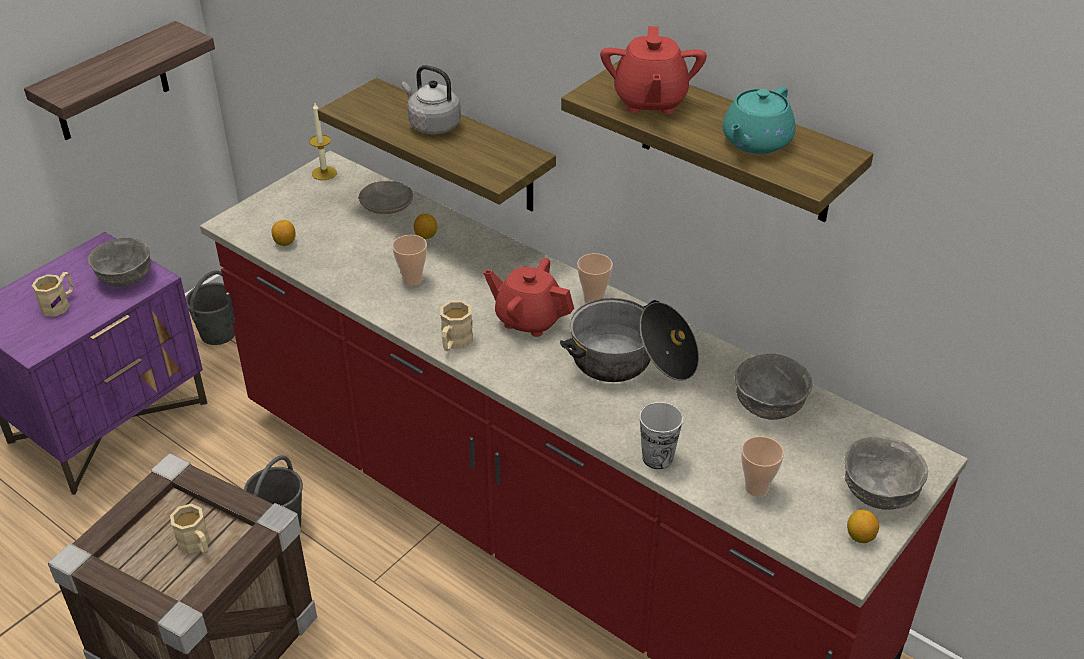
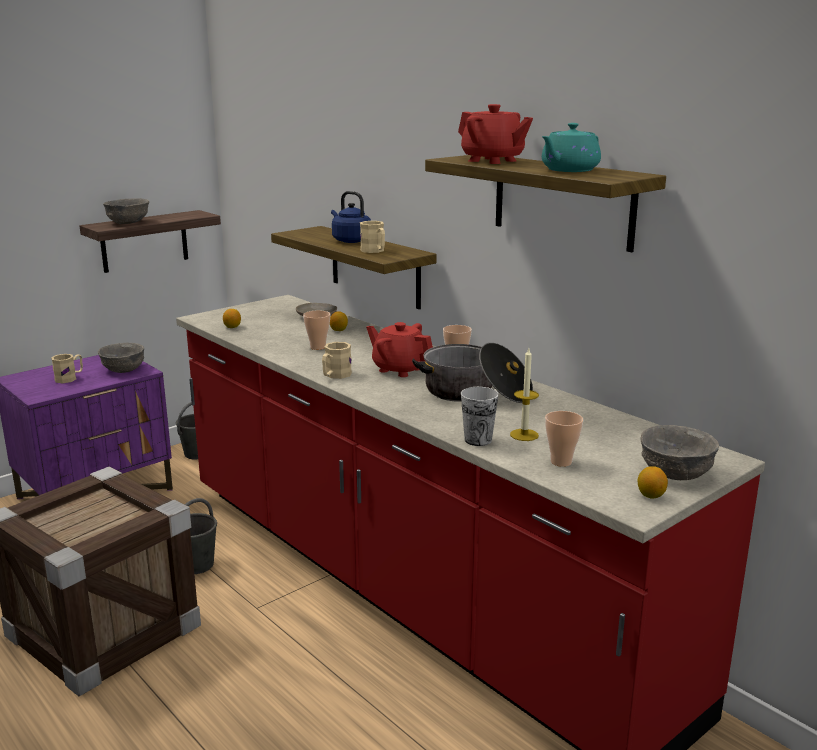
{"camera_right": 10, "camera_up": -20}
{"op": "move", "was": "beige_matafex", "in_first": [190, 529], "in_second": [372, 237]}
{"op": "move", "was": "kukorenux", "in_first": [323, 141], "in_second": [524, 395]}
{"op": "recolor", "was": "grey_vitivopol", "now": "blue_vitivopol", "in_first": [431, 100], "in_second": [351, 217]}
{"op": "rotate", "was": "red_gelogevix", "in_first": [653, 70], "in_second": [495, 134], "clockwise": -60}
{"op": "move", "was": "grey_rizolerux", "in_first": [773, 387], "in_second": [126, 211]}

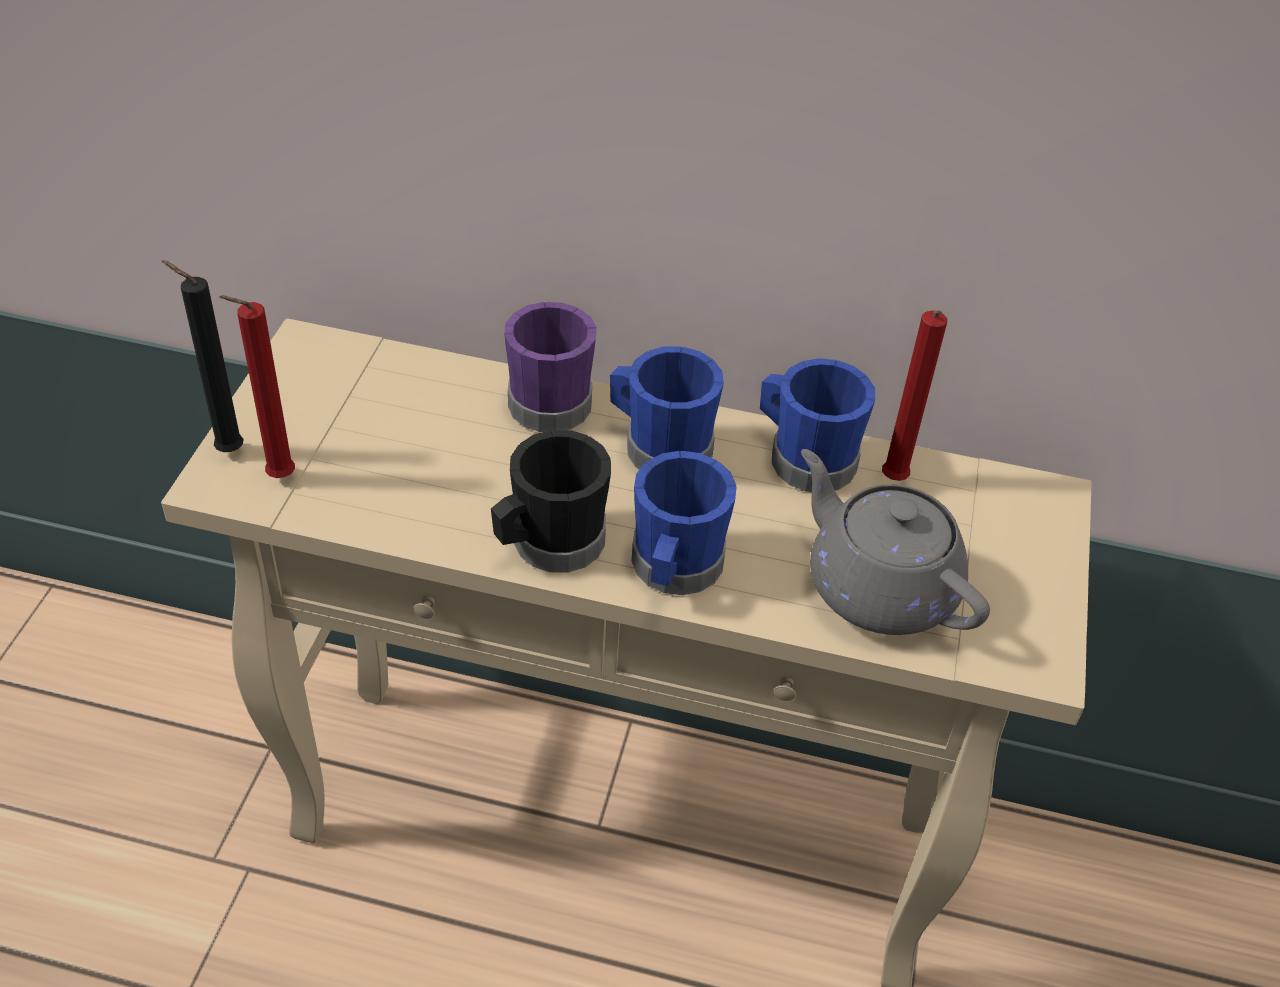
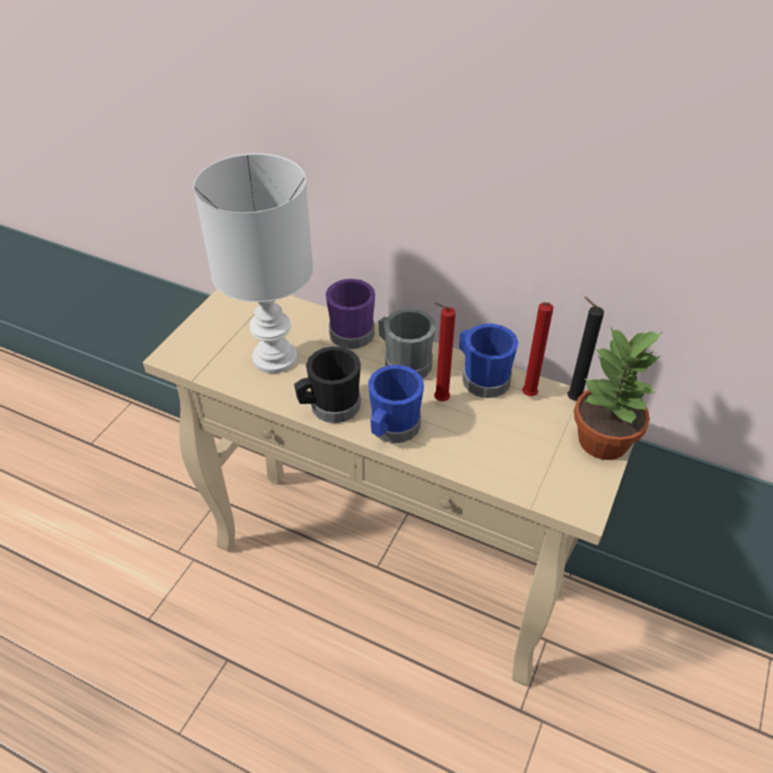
{"camera_right": 15, "camera_up": 0}
{"op": "move", "was": "black_kukorenux", "in_first": [203, 356], "in_second": [585, 349]}
{"op": "move", "was": "red_kukorenux", "in_first": [257, 386], "in_second": [445, 352]}
{"op": "recolor", "was": "blue_matafex", "now": "grey_matafex", "in_first": [667, 408], "in_second": [407, 343]}
{"op": "delete", "was": "grey_gelogevix", "in_first": [895, 542]}
{"op": "insert", "now": "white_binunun", "in_second": [253, 263]}
{"op": "insert", "now": "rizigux", "in_second": [618, 393]}

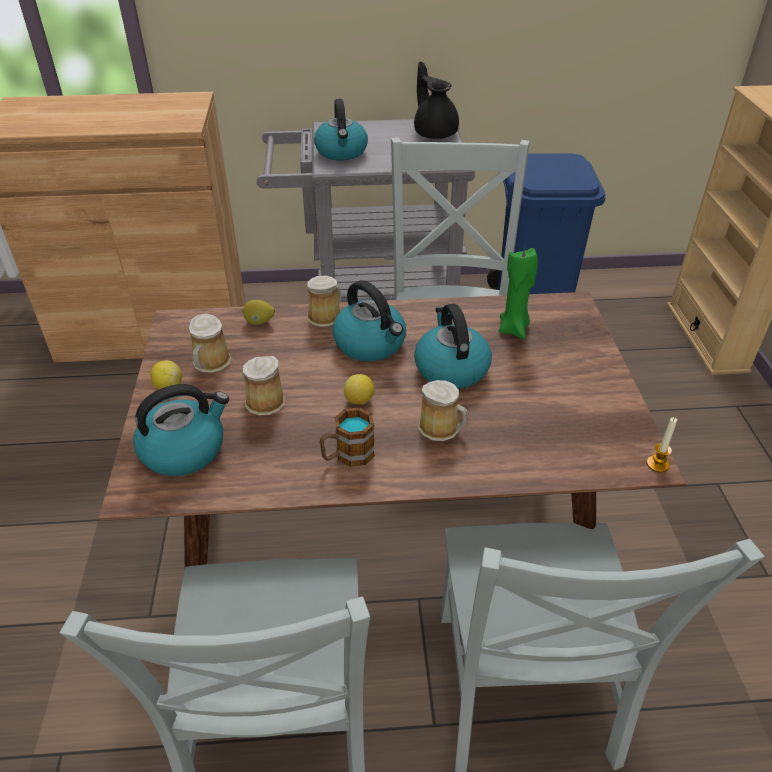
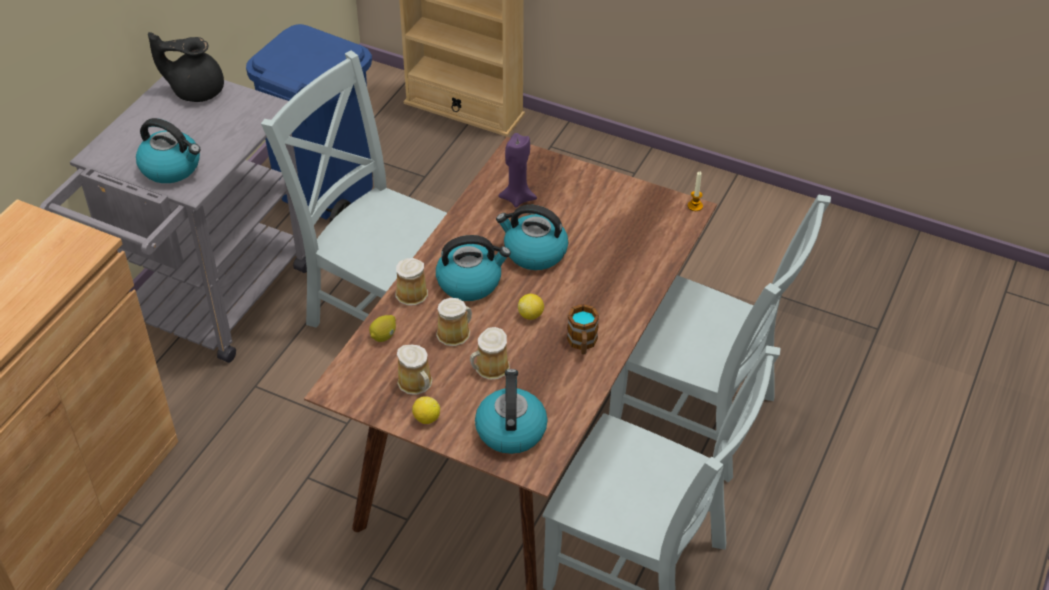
{"camera_right": -60, "camera_up": 5}
{"op": "move", "was": "matafex", "in_first": [443, 410], "in_second": [454, 322]}
{"op": "recolor", "was": "green_kukorenux", "now": "purple_kukorenux", "in_first": [518, 294], "in_second": [517, 170]}

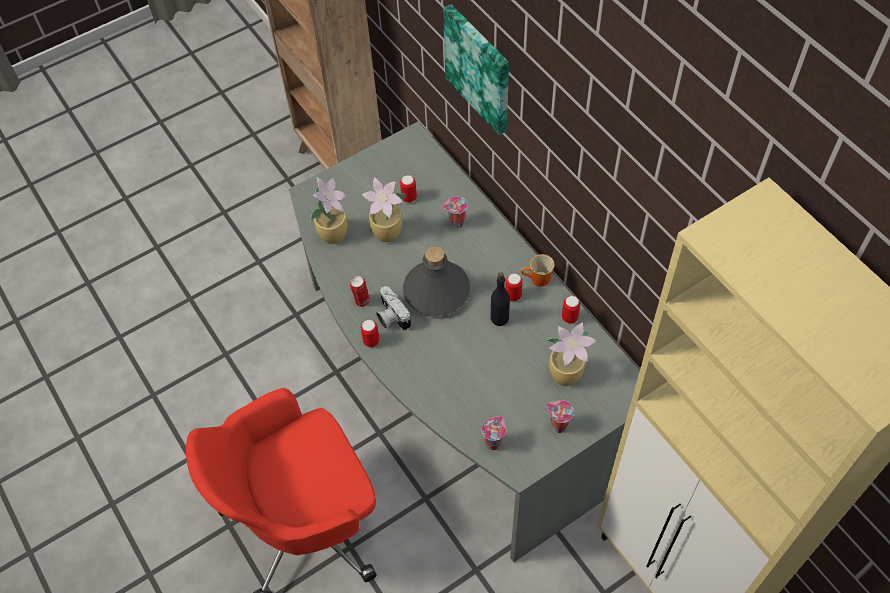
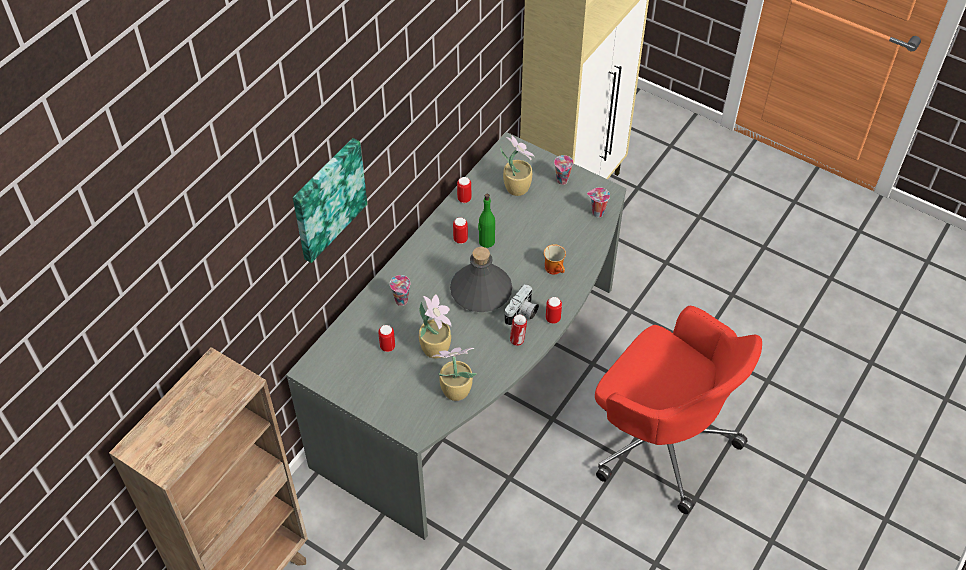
{"camera_right": -115, "camera_up": -5}
{"op": "recolor", "was": "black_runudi", "now": "green_runudi", "in_first": [500, 299], "in_second": [486, 221]}
{"op": "move", "was": "matafex", "in_first": [538, 270], "in_second": [555, 259]}

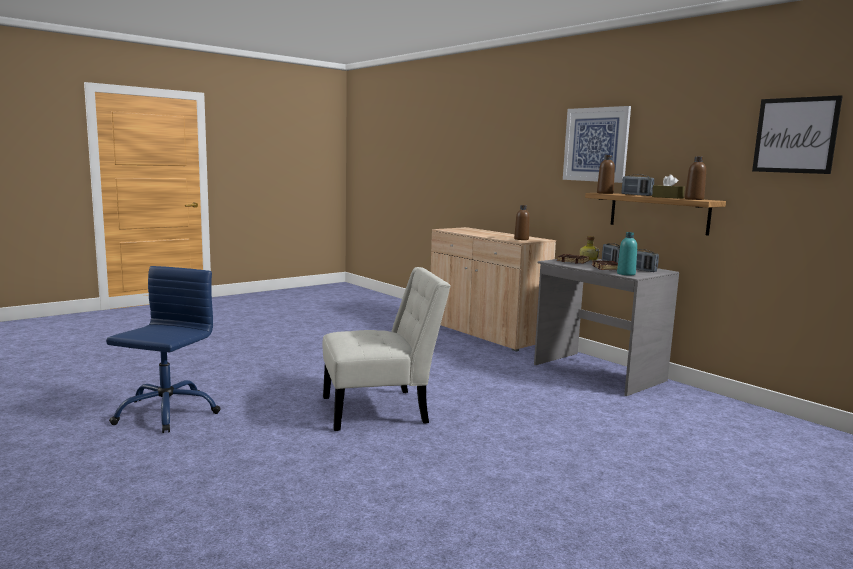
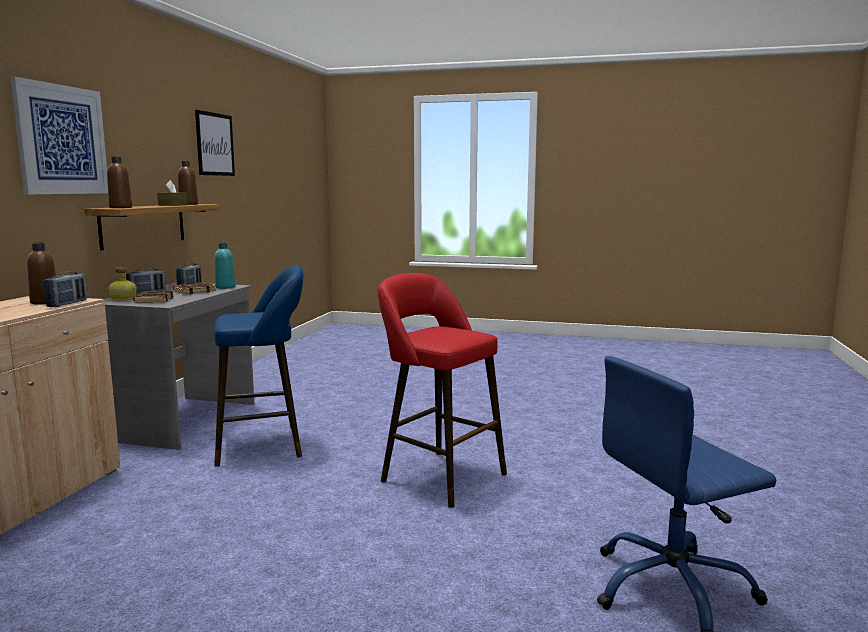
{"camera_right": -125, "camera_up": 0}
{"op": "replace", "was": "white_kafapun", "now": "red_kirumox", "in_first": [387, 349], "in_second": [442, 390]}
{"op": "move", "was": "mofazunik", "in_first": [638, 185], "in_second": [65, 289]}
{"op": "insert", "now": "blue_kirumox", "in_second": [258, 366]}

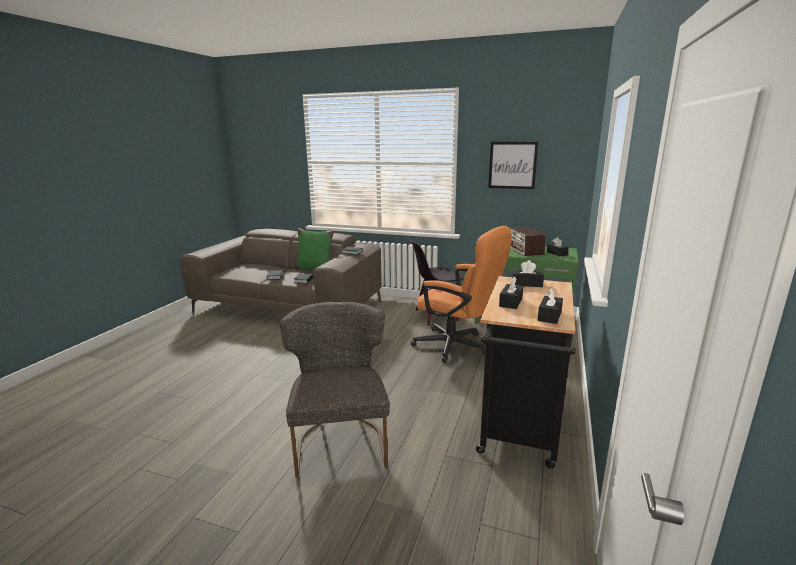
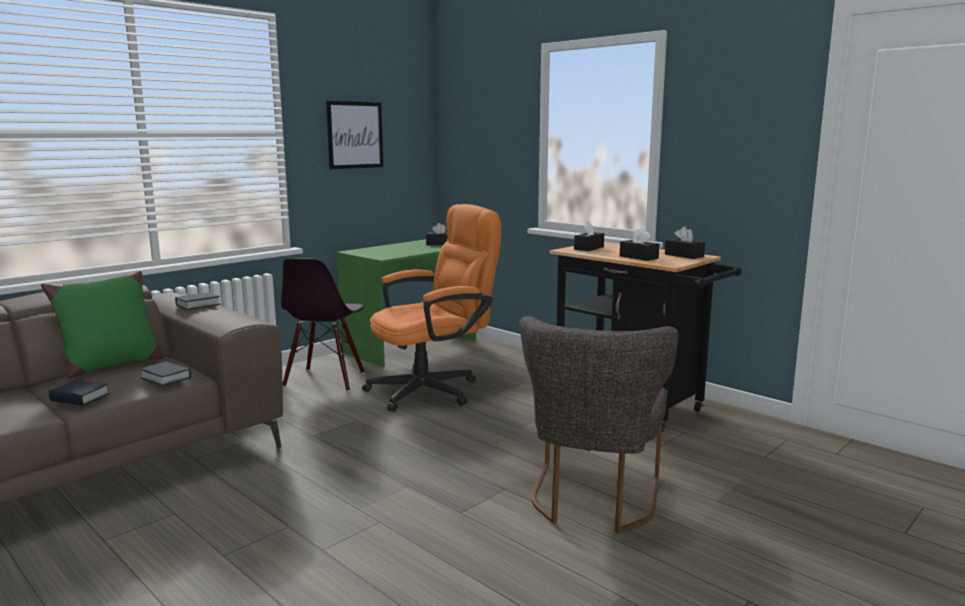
{"camera_right": -65, "camera_up": -5}
{"op": "rotate", "was": "grey_kafapun", "in_first": [335, 389], "in_second": [599, 424], "clockwise": -90}
{"op": "delete", "was": "mofazunik", "in_first": [527, 241]}

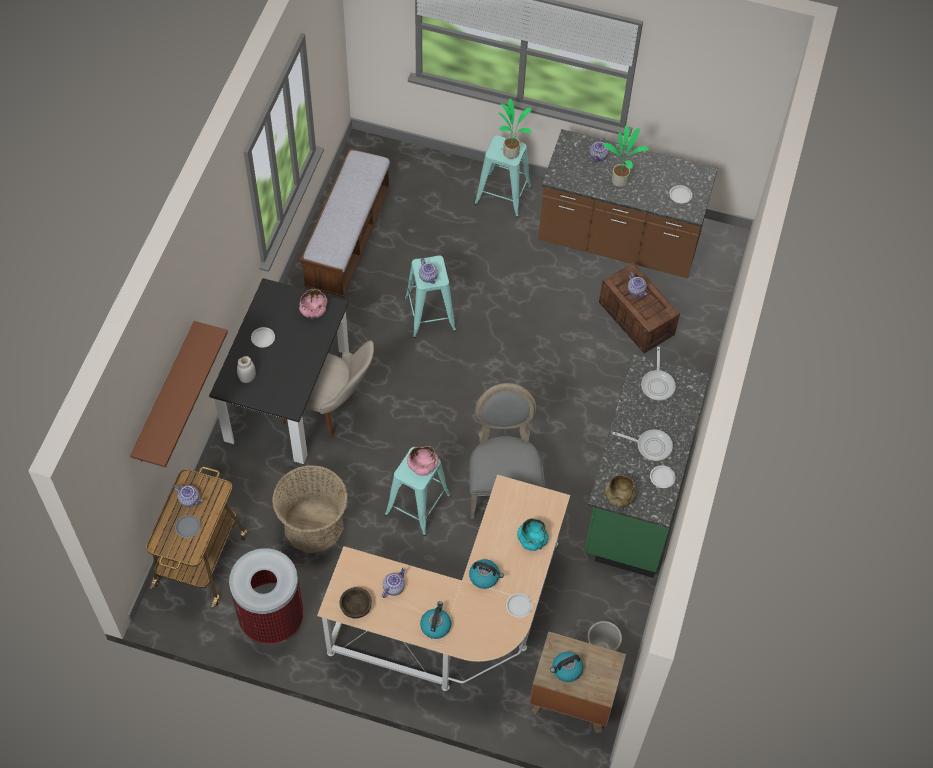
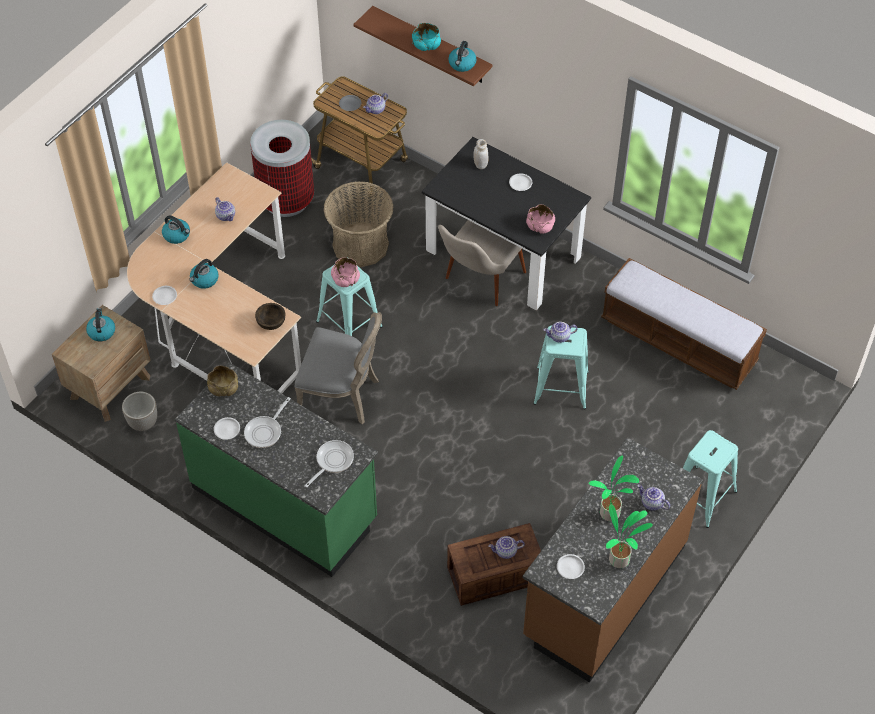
{"camera_right": 110, "camera_up": -5}
{"op": "move", "was": "brown_rizolerux", "in_first": [356, 603], "in_second": [270, 316]}
{"op": "move", "was": "rizigux", "in_first": [515, 129], "in_second": [629, 536]}
{"op": "move", "was": "turquoise_rizolerux", "in_first": [533, 534], "in_second": [426, 37]}
{"op": "rotate", "was": "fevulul", "in_first": [658, 373], "in_second": [329, 463], "clockwise": 105}
{"op": "insert", "now": "vitivopol", "in_second": [462, 56]}

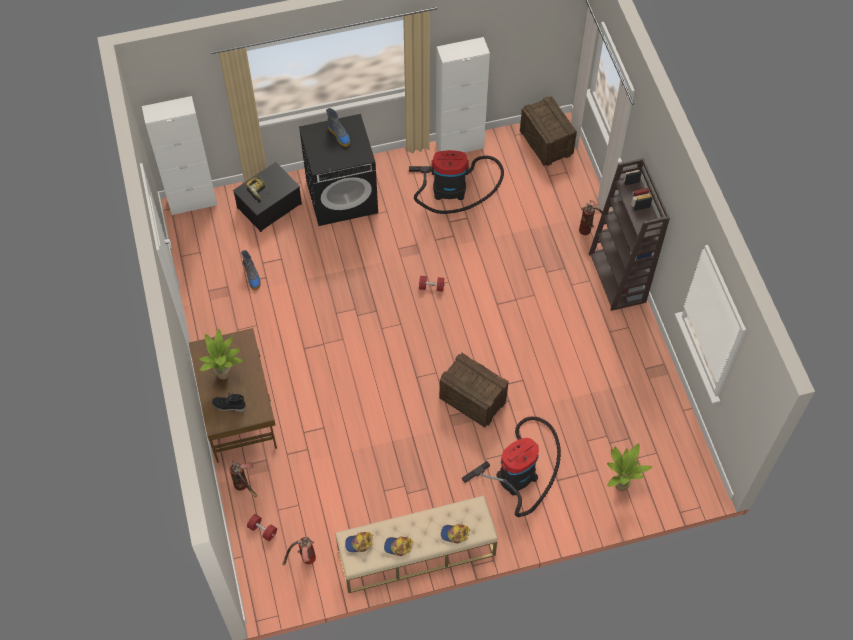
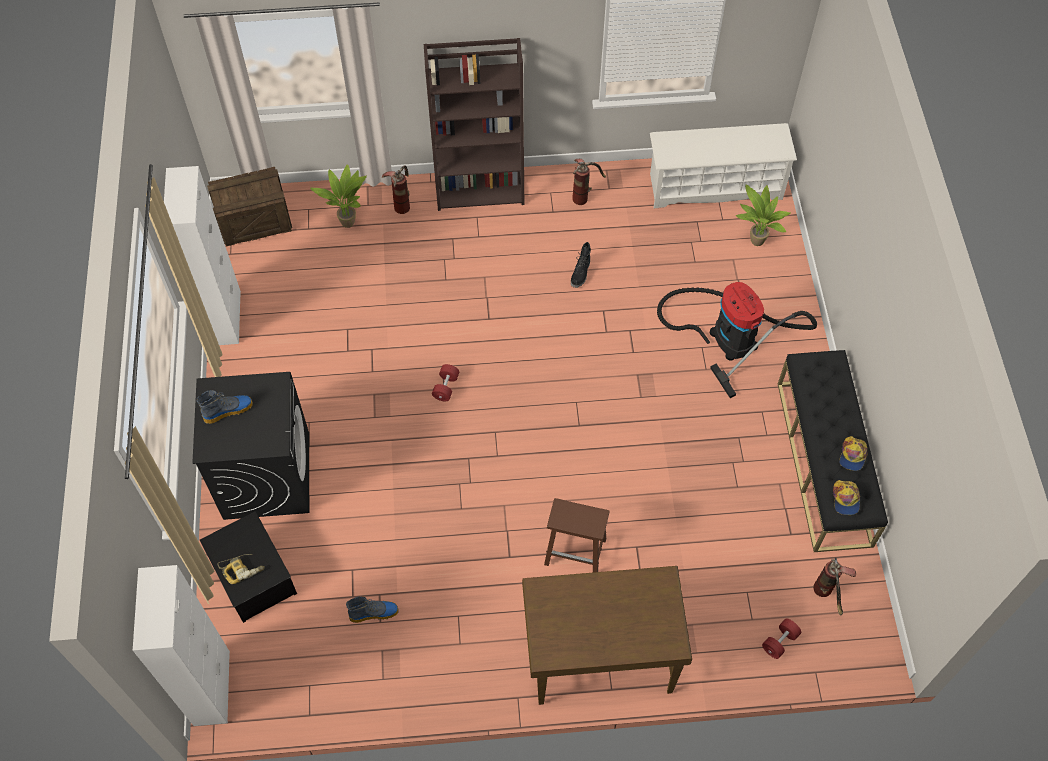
{"camera_right": -80, "camera_up": 0}
{"op": "move", "was": "rizigux", "in_first": [221, 354], "in_second": [338, 196]}
{"op": "move", "was": "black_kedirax", "in_first": [229, 402], "in_second": [581, 265]}
{"op": "move", "was": "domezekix", "in_first": [243, 479], "in_second": [589, 182]}
{"op": "recolor", "was": "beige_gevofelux", "now": "black_gevofelux", "in_first": [416, 544], "in_second": [833, 451]}
{"op": "delete", "was": "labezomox", "in_first": [456, 182]}
{"op": "delete", "was": "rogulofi", "in_first": [474, 390]}
{"op": "delete", "was": "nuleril", "in_first": [455, 534]}
{"op": "insert", "now": "brown_kirumox", "in_second": [577, 535]}
{"op": "insert", "now": "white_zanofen", "in_second": [723, 165]}

